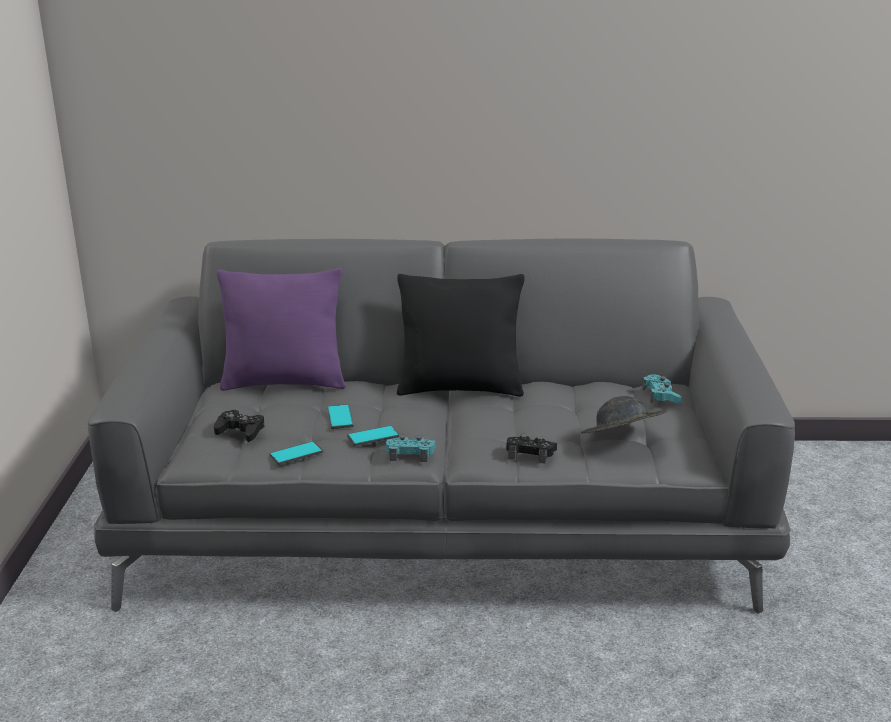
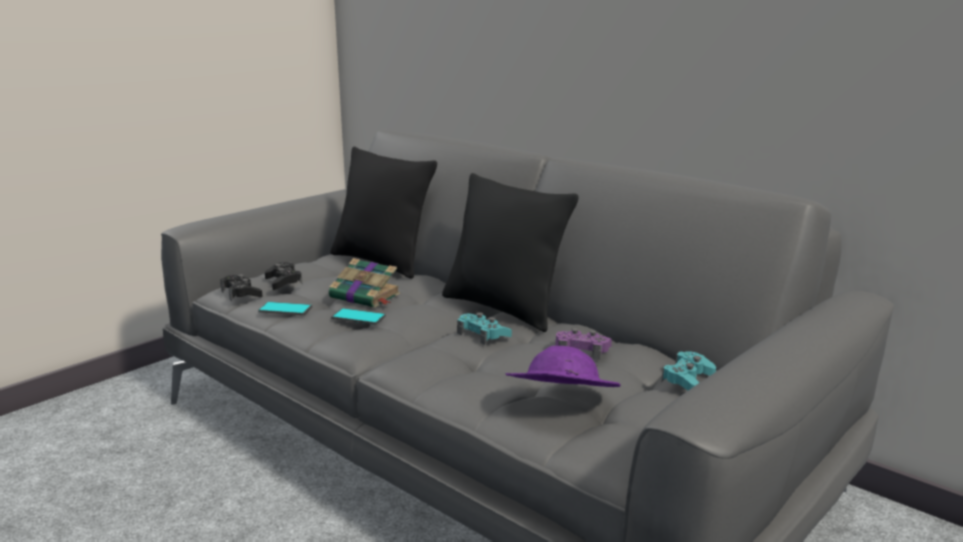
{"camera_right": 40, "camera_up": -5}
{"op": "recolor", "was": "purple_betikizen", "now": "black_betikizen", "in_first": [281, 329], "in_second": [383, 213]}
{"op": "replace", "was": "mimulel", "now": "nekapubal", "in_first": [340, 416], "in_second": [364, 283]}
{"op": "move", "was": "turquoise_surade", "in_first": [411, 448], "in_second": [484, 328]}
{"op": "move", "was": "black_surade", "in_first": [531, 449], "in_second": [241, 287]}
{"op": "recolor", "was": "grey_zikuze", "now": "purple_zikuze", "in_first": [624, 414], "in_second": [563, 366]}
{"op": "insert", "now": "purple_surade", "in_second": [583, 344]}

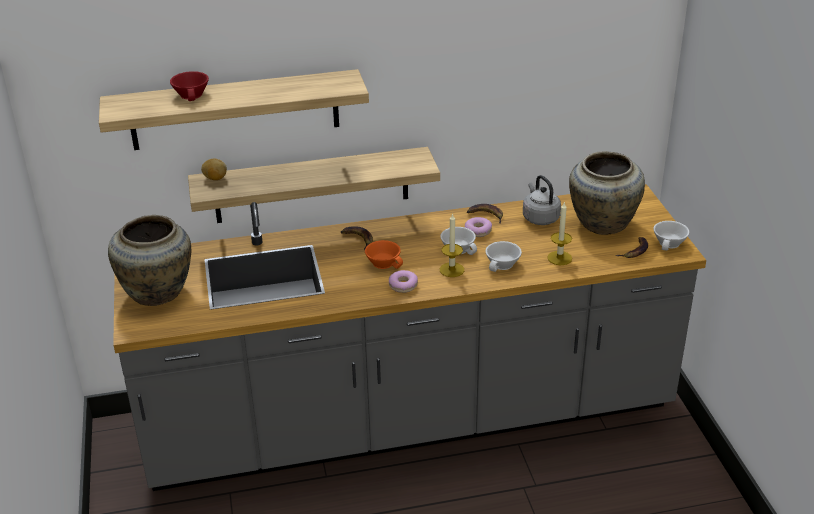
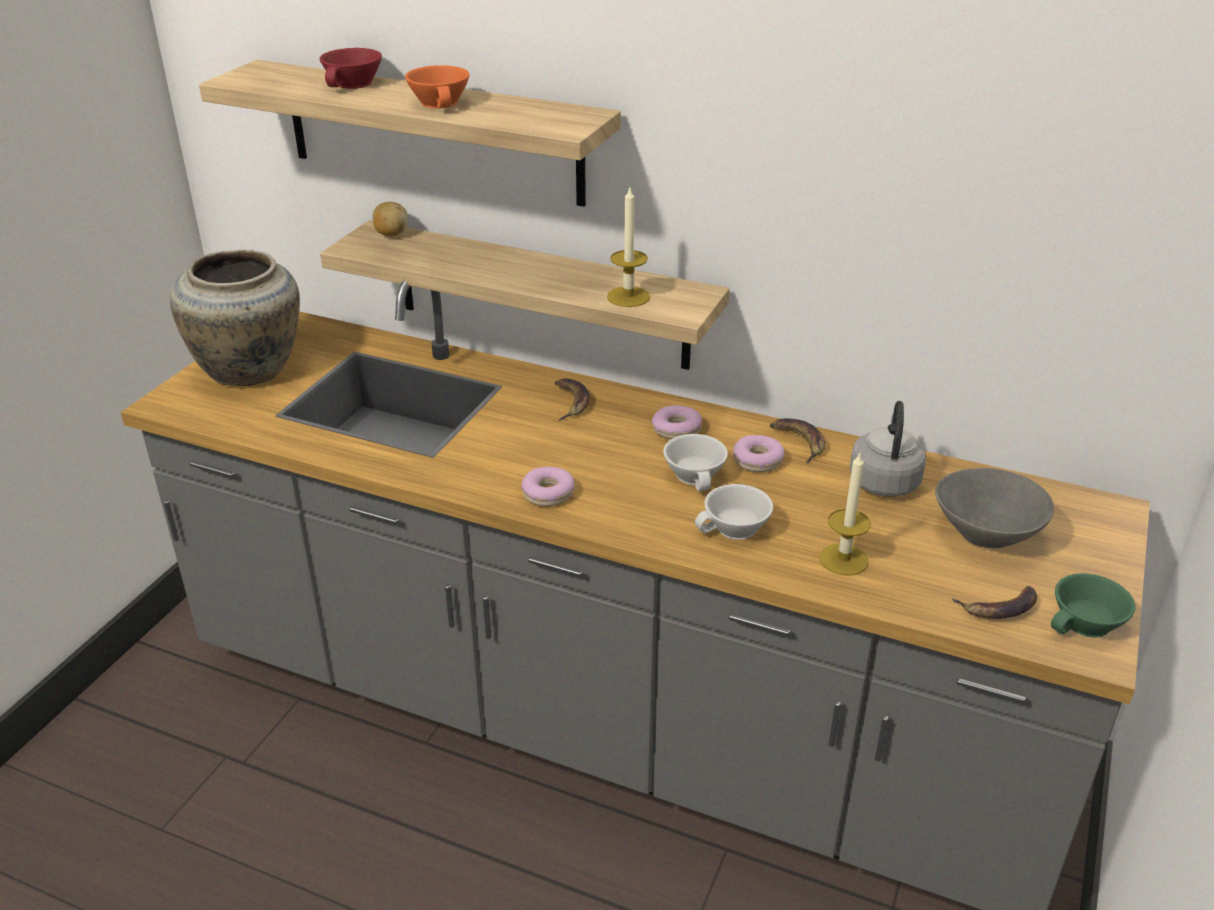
{"camera_right": 35, "camera_up": 0}
{"op": "move", "was": "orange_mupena", "in_first": [384, 254], "in_second": [437, 86]}
{"op": "move", "was": "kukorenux", "in_first": [452, 245], "in_second": [628, 247]}
{"op": "replace", "was": "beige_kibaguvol", "now": "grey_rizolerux", "in_first": [607, 193], "in_second": [994, 508]}
{"op": "recolor", "was": "white_mupena", "now": "green_mupena", "in_first": [671, 236], "in_second": [1093, 605]}
{"op": "insert", "now": "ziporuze", "in_second": [677, 422]}

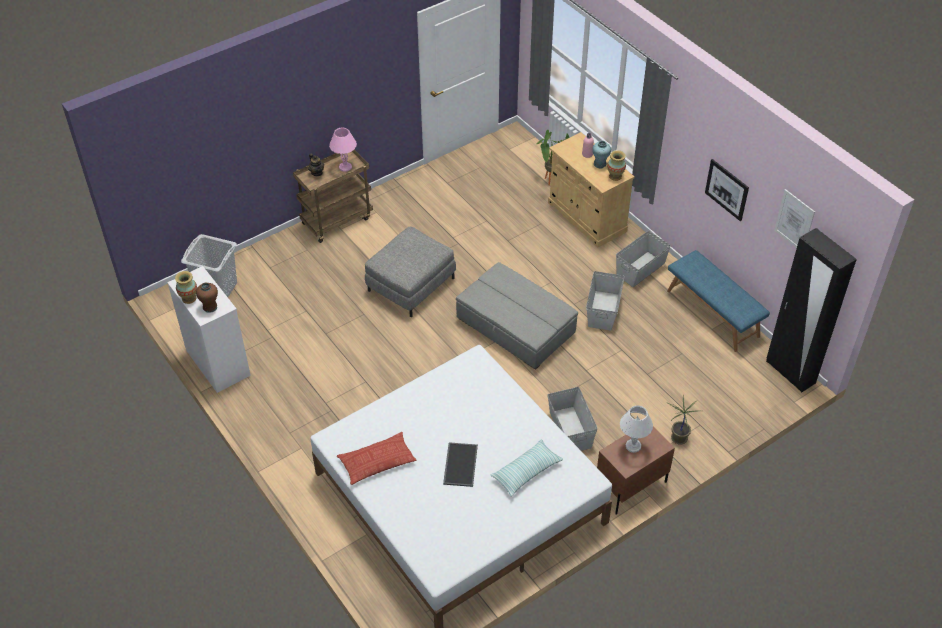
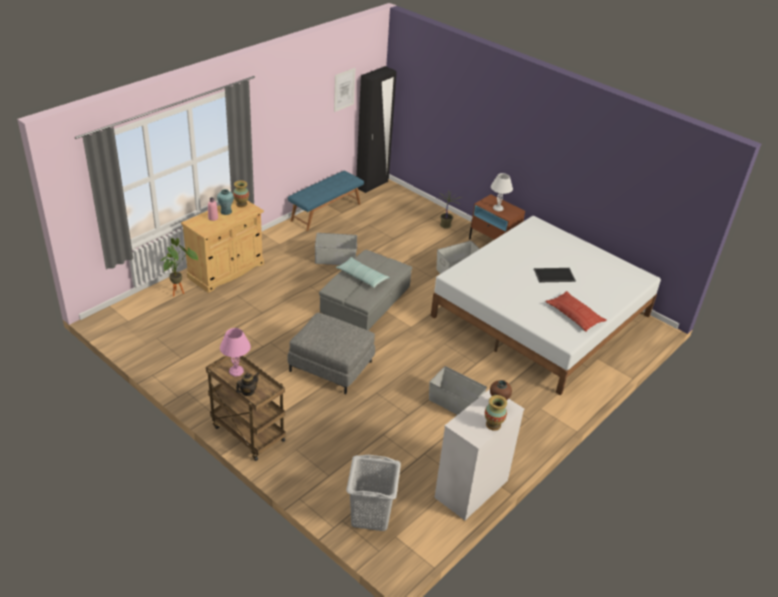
{"camera_right": -105, "camera_up": -10}
{"op": "move", "was": "betikizen", "in_first": [526, 468], "in_second": [363, 272]}
{"op": "move", "was": "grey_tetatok", "in_first": [643, 259], "in_second": [458, 390]}
{"op": "delete", "was": "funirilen", "in_first": [727, 190]}

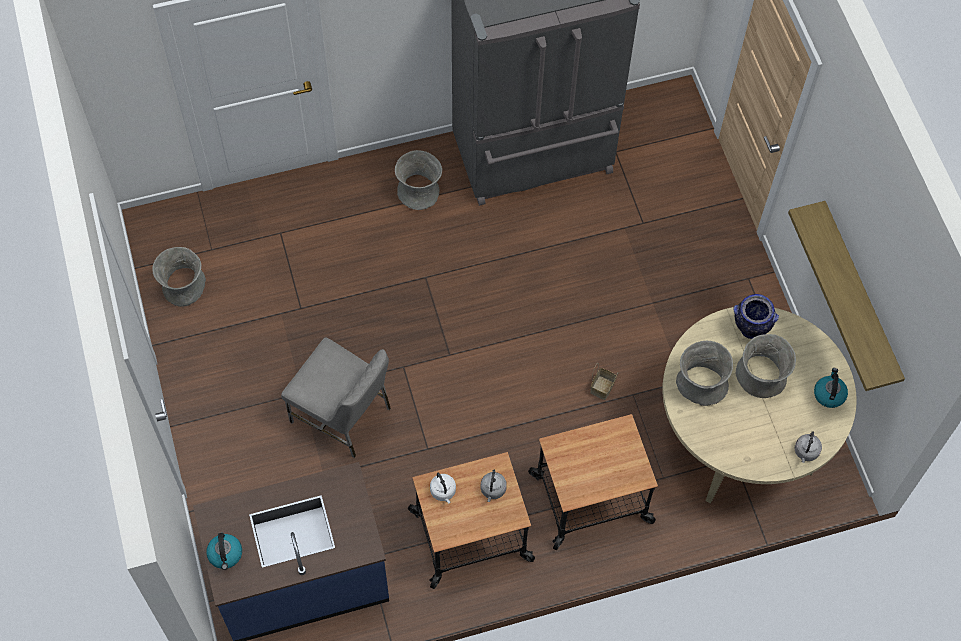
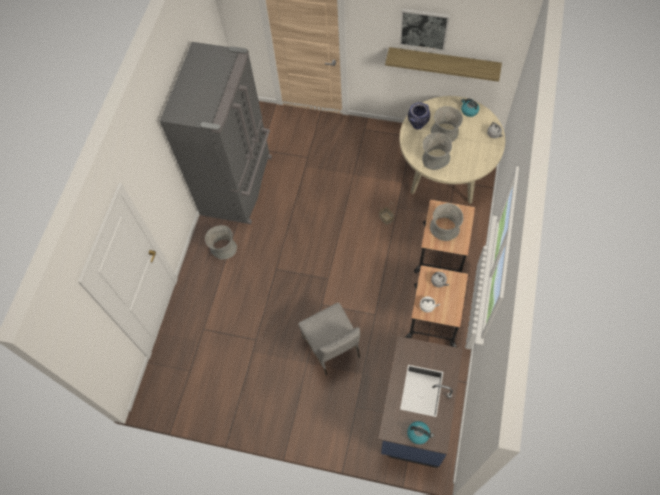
{"camera_right": -55, "camera_up": 0}
{"op": "move", "was": "grey_kibaguvol", "in_first": [179, 277], "in_second": [447, 222]}
{"op": "rotate", "was": "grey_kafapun", "in_first": [336, 397], "in_second": [329, 338], "clockwise": 90}
{"op": "insert", "now": "funirilen", "in_second": [424, 29]}

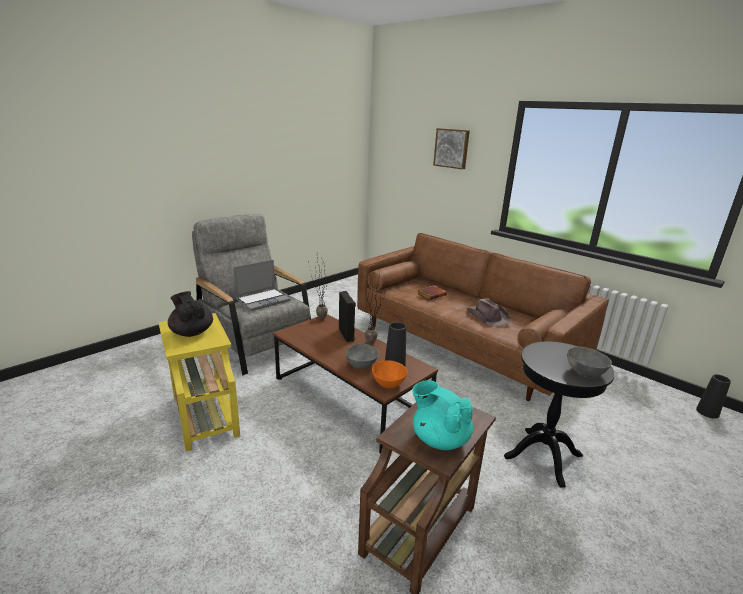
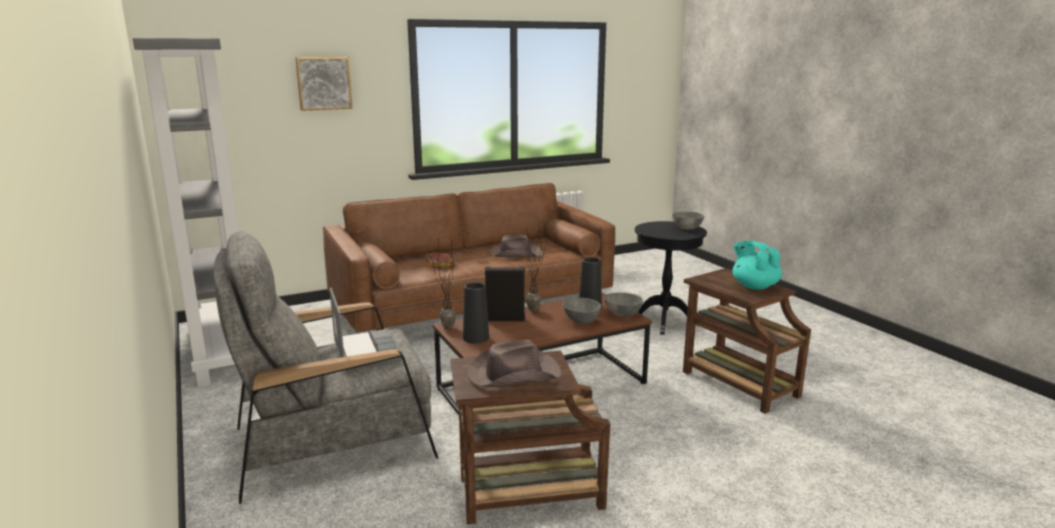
{"camera_right": -70, "camera_up": -5}
{"op": "recolor", "was": "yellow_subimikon", "now": "brown_subimikon", "in_first": [199, 382], "in_second": [530, 438]}
{"op": "replace", "was": "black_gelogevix", "now": "brown_zikuze", "in_first": [190, 314], "in_second": [514, 363]}
{"op": "recolor", "was": "orange_rizolerux", "now": "grey_rizolerux", "in_first": [389, 374], "in_second": [624, 304]}
{"op": "rotate", "was": "turquoise_gelogevix", "in_first": [442, 415], "in_second": [757, 265], "clockwise": 90}
{"op": "move", "was": "black_kibaguvol", "in_first": [713, 396], "in_second": [476, 313]}
{"op": "insert", "now": "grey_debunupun", "in_second": [186, 212]}

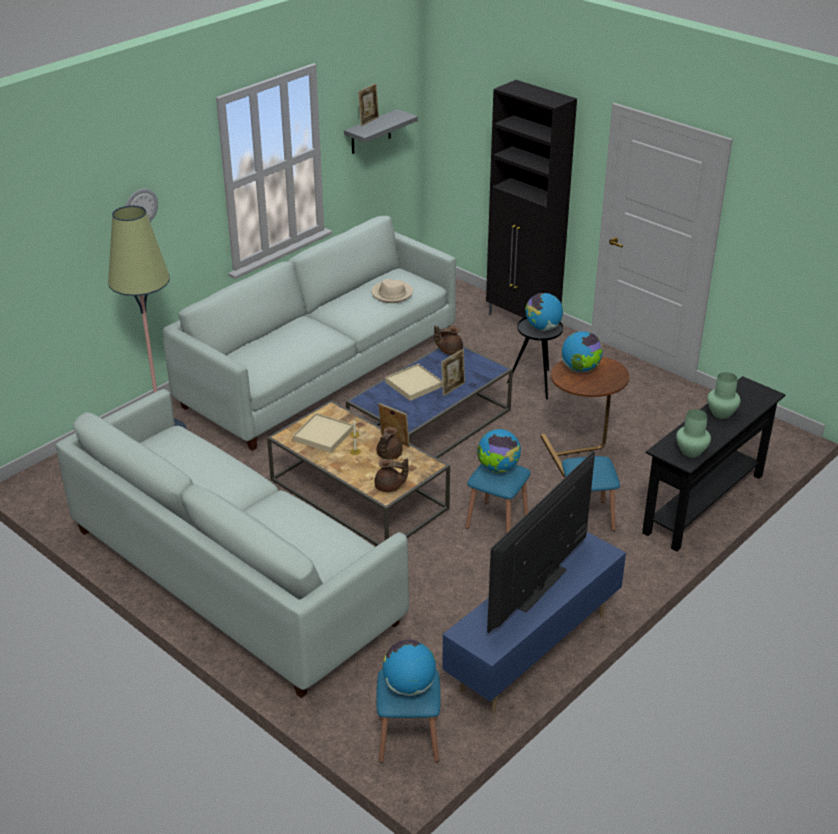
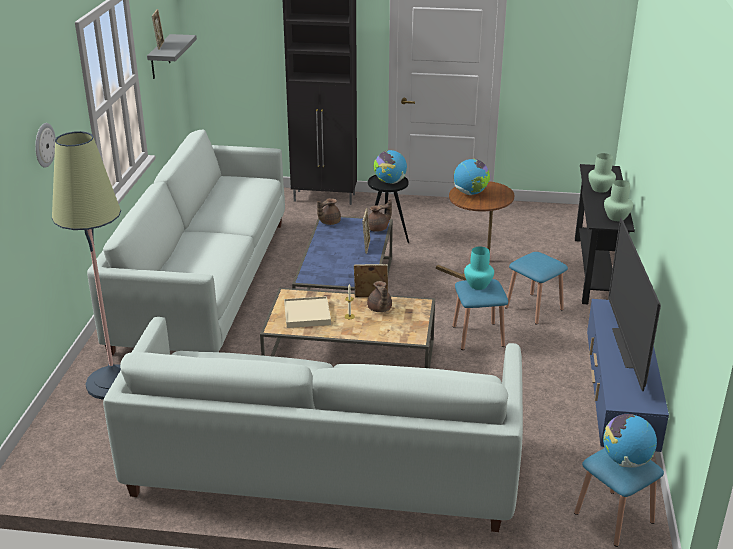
{"camera_right": -35, "camera_up": -5}
{"op": "delete", "was": "beige_zikuze", "in_first": [392, 291]}
{"op": "move", "was": "brown_gelogevix", "in_first": [392, 475], "in_second": [380, 215]}
{"op": "delete", "was": "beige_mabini", "in_first": [413, 382]}
{"op": "replace", "was": "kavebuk", "now": "turquoise_kibaguvol", "in_first": [499, 451], "in_second": [479, 268]}

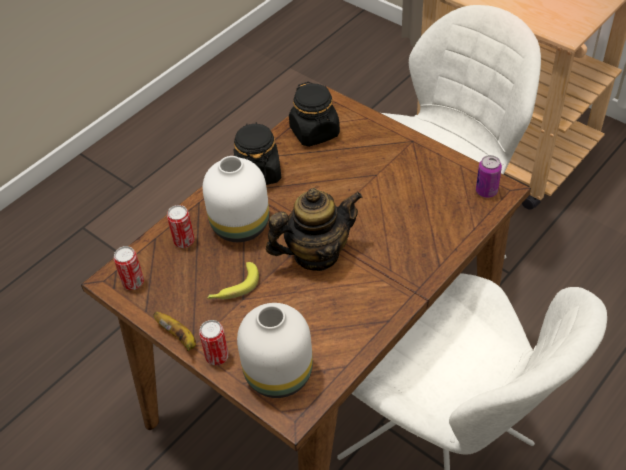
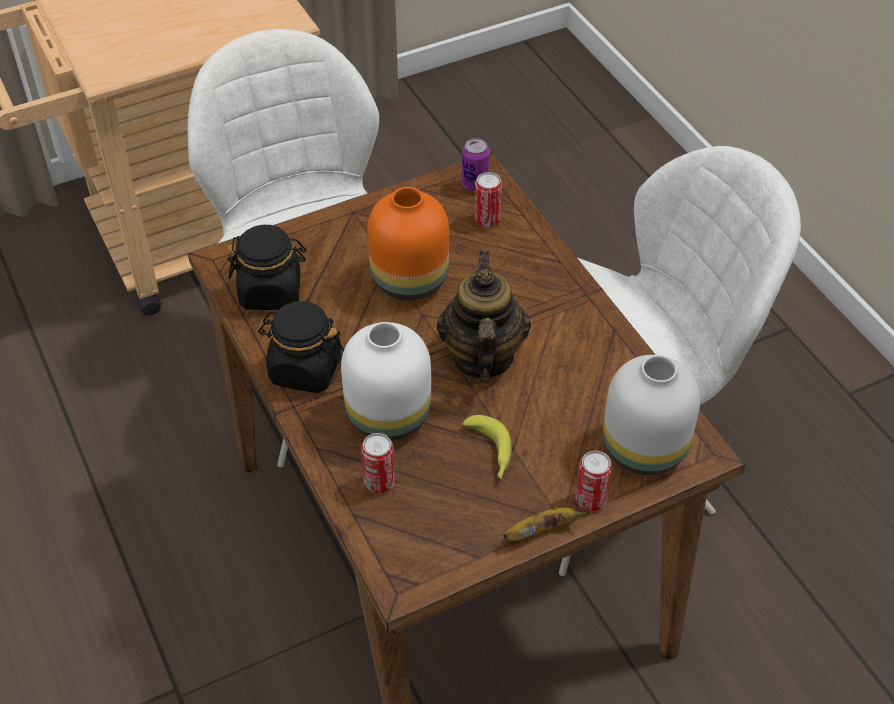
{"camera_right": -70, "camera_up": 0}
{"op": "move", "was": "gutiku", "in_first": [129, 268], "in_second": [488, 200]}
{"op": "insert", "now": "orange_kibaguvol", "in_second": [408, 243]}

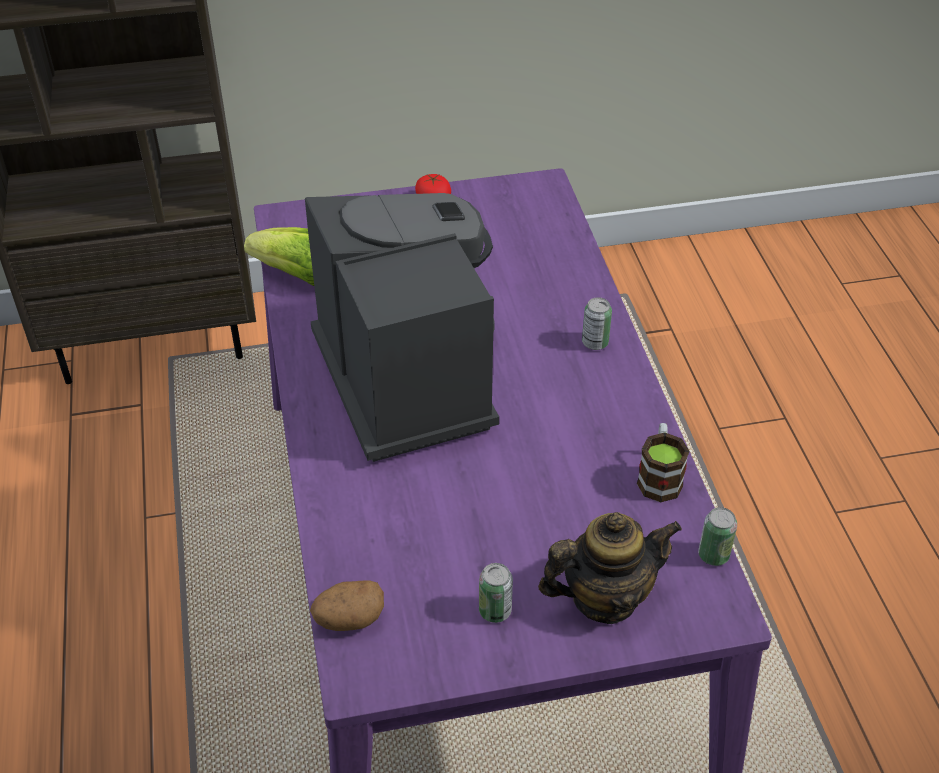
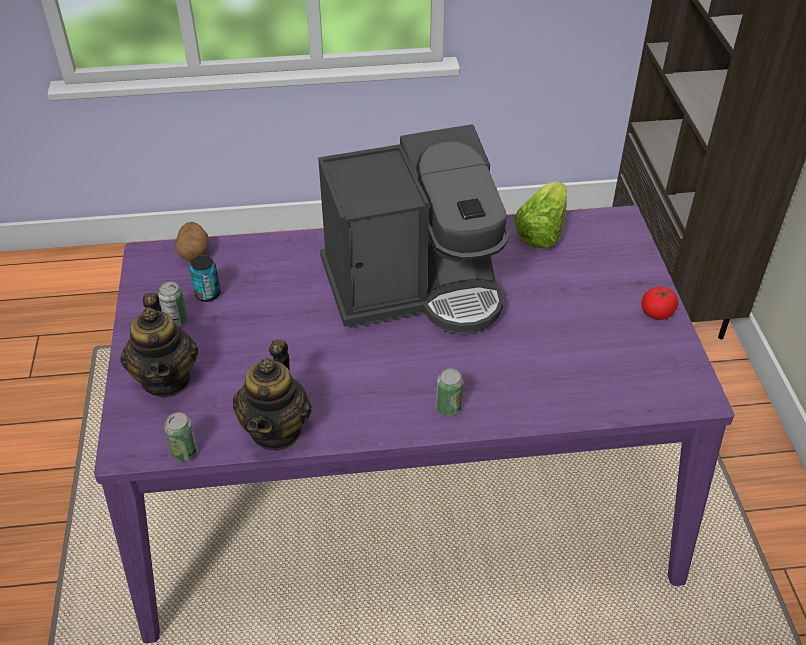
{"camera_right": 95, "camera_up": 0}
{"op": "replace", "was": "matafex", "now": "gelogevix", "in_first": [663, 462], "in_second": [272, 395]}
{"op": "insert", "now": "gutiku", "in_second": [205, 278]}

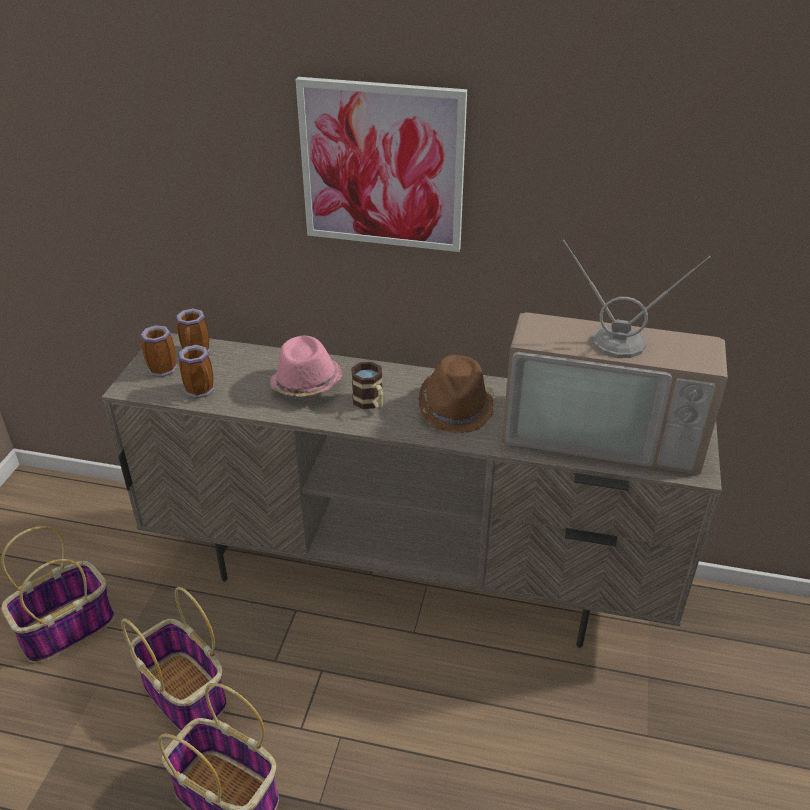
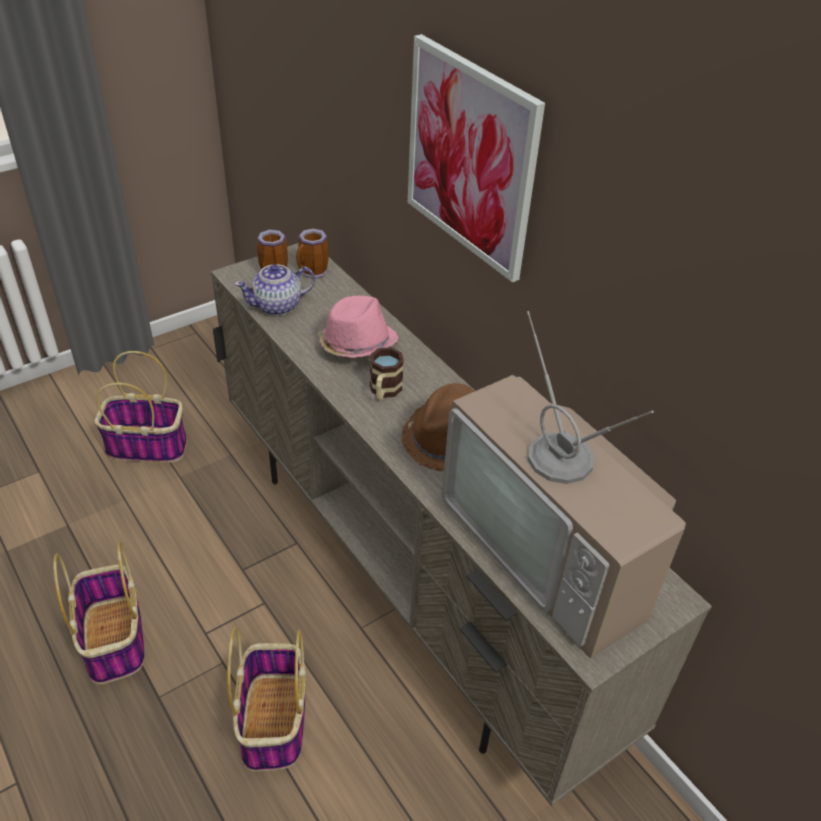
{"camera_right": 40, "camera_up": 5}
{"op": "move", "was": "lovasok", "in_first": [174, 659], "in_second": [266, 699]}
{"op": "replace", "was": "matafex", "now": "gelogevix", "in_first": [196, 371], "in_second": [274, 290]}

